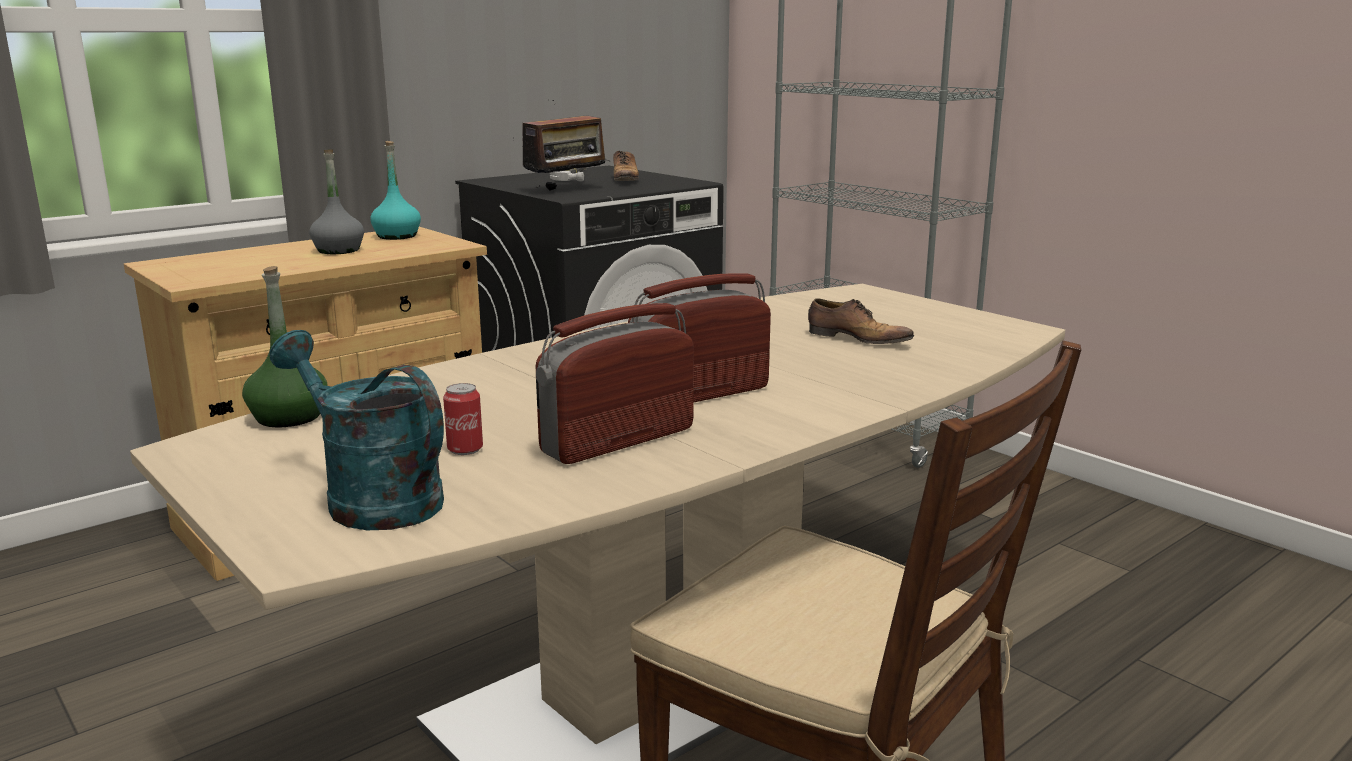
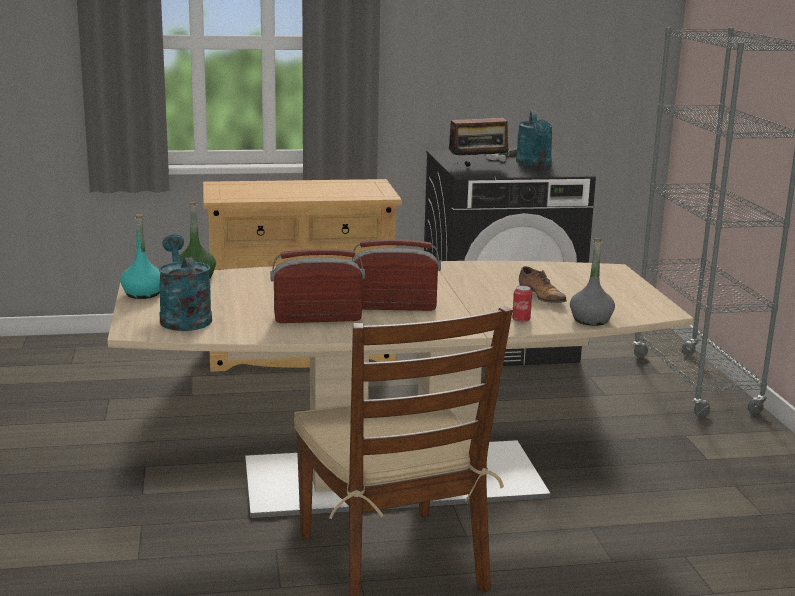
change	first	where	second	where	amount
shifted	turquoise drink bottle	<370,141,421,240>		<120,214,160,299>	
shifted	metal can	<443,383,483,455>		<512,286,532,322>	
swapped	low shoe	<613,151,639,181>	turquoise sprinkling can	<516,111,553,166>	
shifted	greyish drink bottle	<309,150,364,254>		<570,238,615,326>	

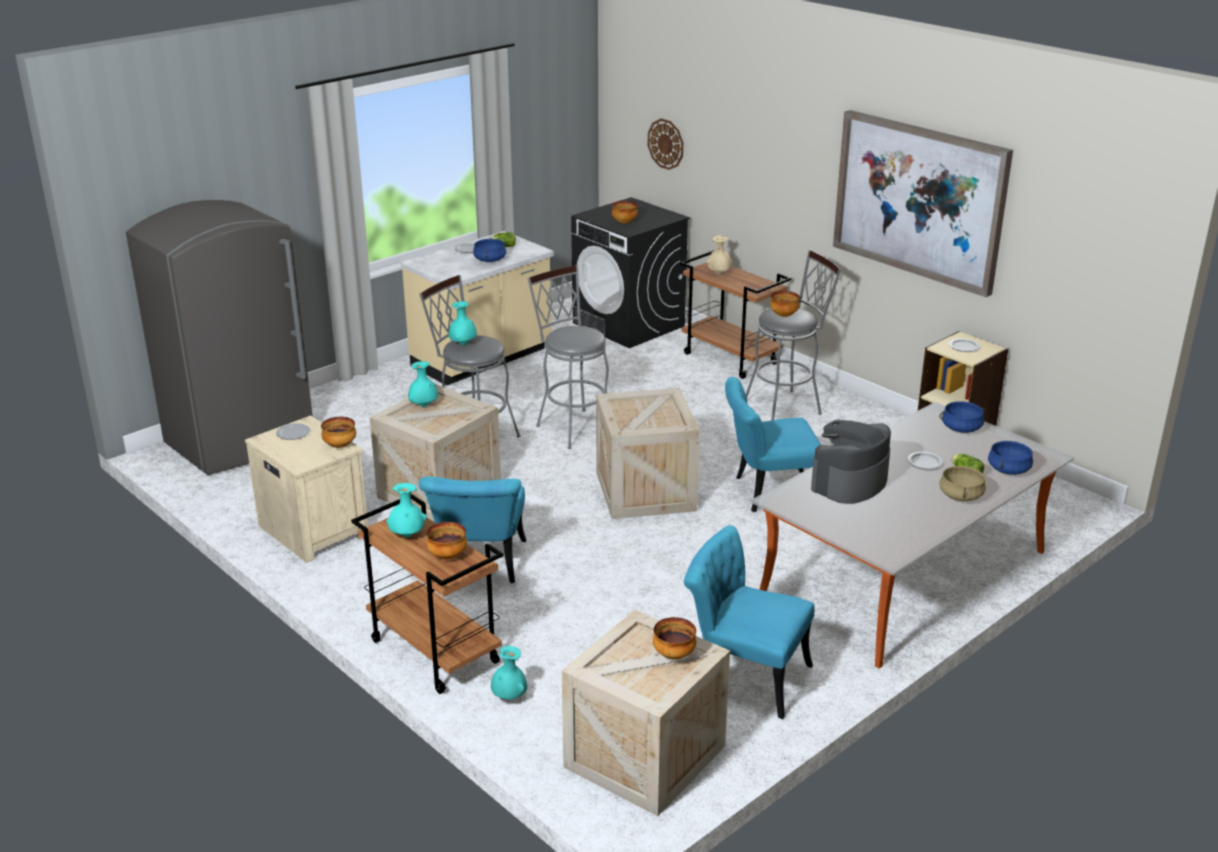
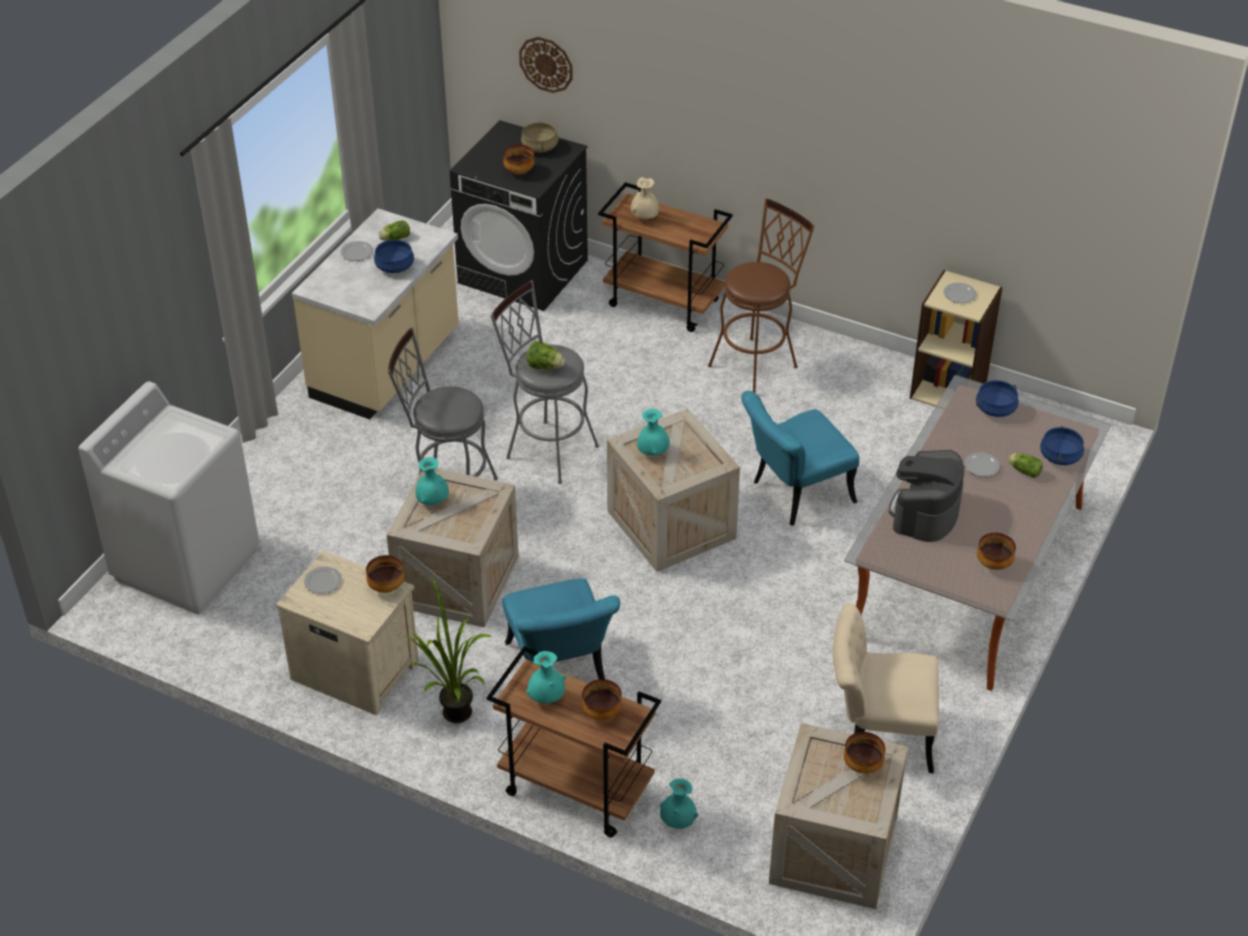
change	first	where	second	where	amount
swapped	greyish refrigerator	<126,200,313,475>	white-coloured washing machine	<79,381,260,614>	
new			potted plant	<403,577,493,723>	
shifted	beige-coloured saucepot	<939,466,986,501>		<521,121,559,153>	
new			lettuce	<527,341,565,369>	
shifted	turquoise flower vase	<449,301,477,345>		<637,409,670,456>	
repainted	greyish stool seat	<746,250,841,421>	brown-coloured stool seat	<708,198,814,393>	
repainted	turquoise chair	<684,525,814,719>	beige-coloured chair	<833,603,939,774>	
shifted	bowl	<770,291,800,317>		<977,533,1016,570>	
gone	picture	<833,110,1013,297>			

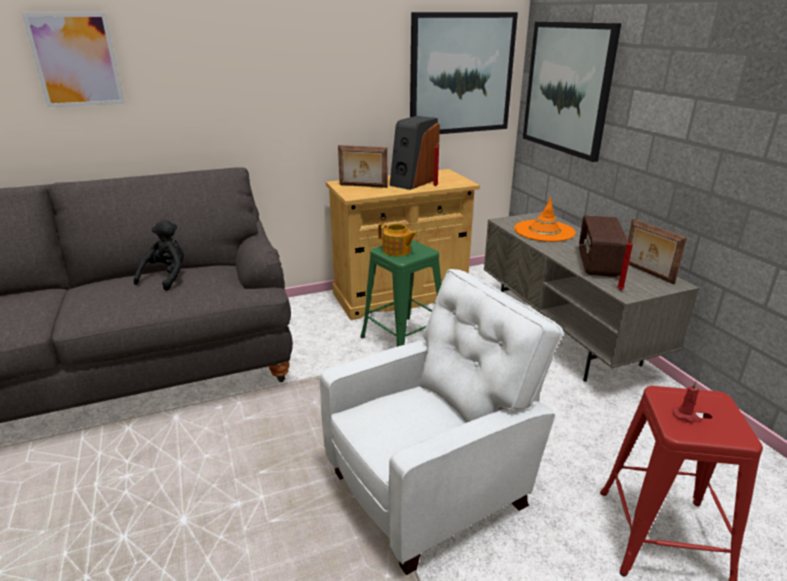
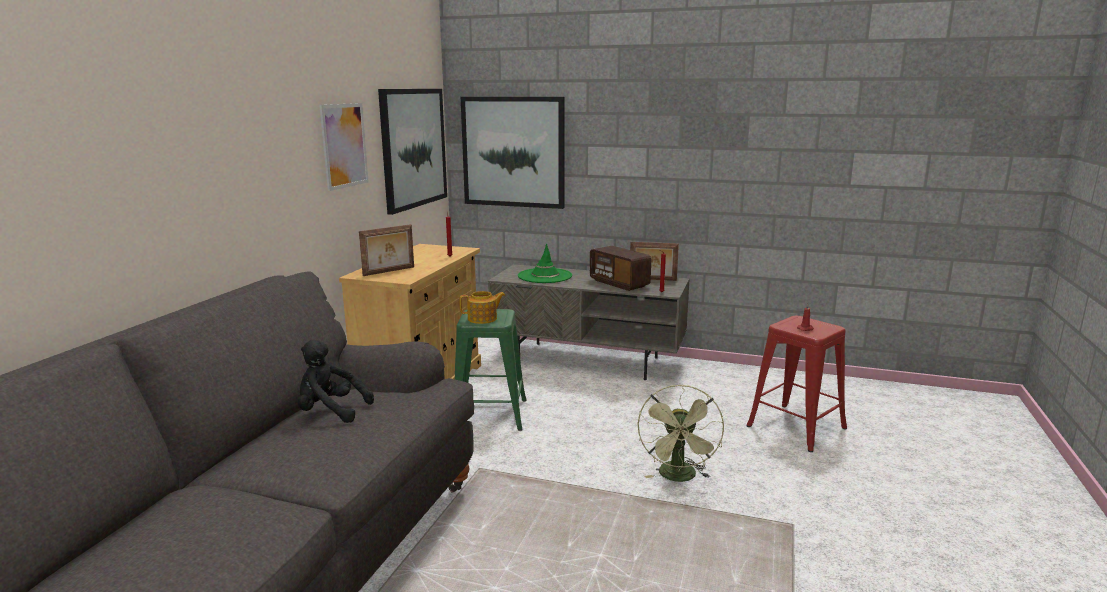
change	first	where	second	where	amount
rotated	black-coloured cuddly toy	<134,220,184,291>		<298,340,374,423>	45 degrees counterclockwise
shifted	picture	<22,13,125,108>		<319,103,369,191>	
repainted	orange hat	<514,197,576,242>	greenish hat	<518,244,572,283>	
swapped	white-coloured lounge chair	<320,269,564,575>	greenish electric fan	<637,384,724,482>	
gone	audio speaker	<389,116,440,190>			

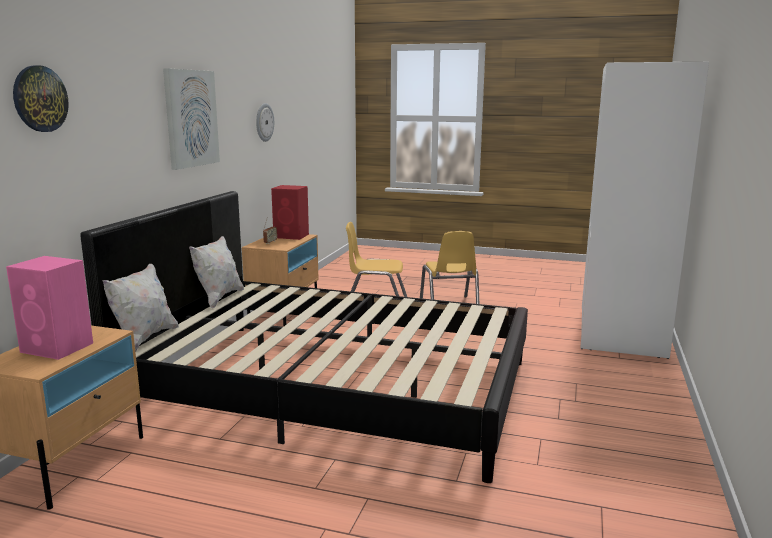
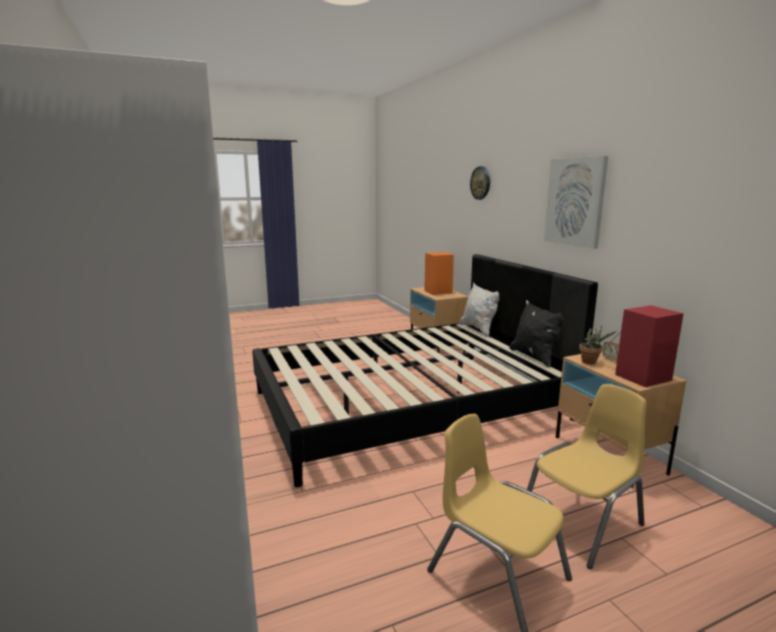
change	first	where	second	where	amount
repainted	pink audio speaker	<6,256,93,360>	orange audio speaker	<424,252,454,295>	
repainted	white-coloured pillow	<189,236,244,308>	black-coloured pillow	<509,300,563,368>	
new			potted plant	<579,325,617,364>	
gone	hanging clock	<256,103,274,142>			

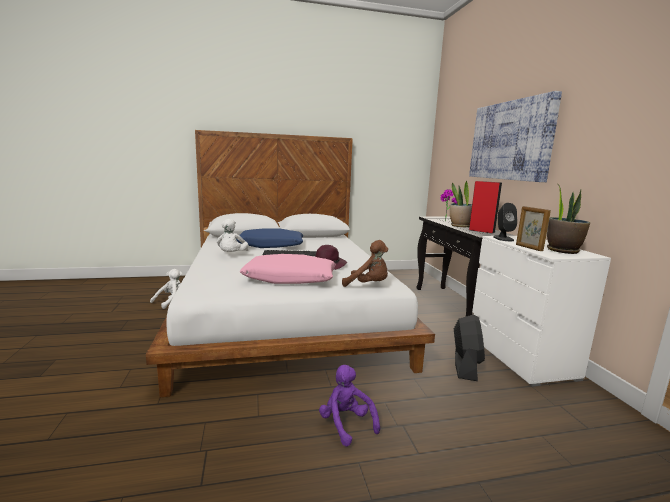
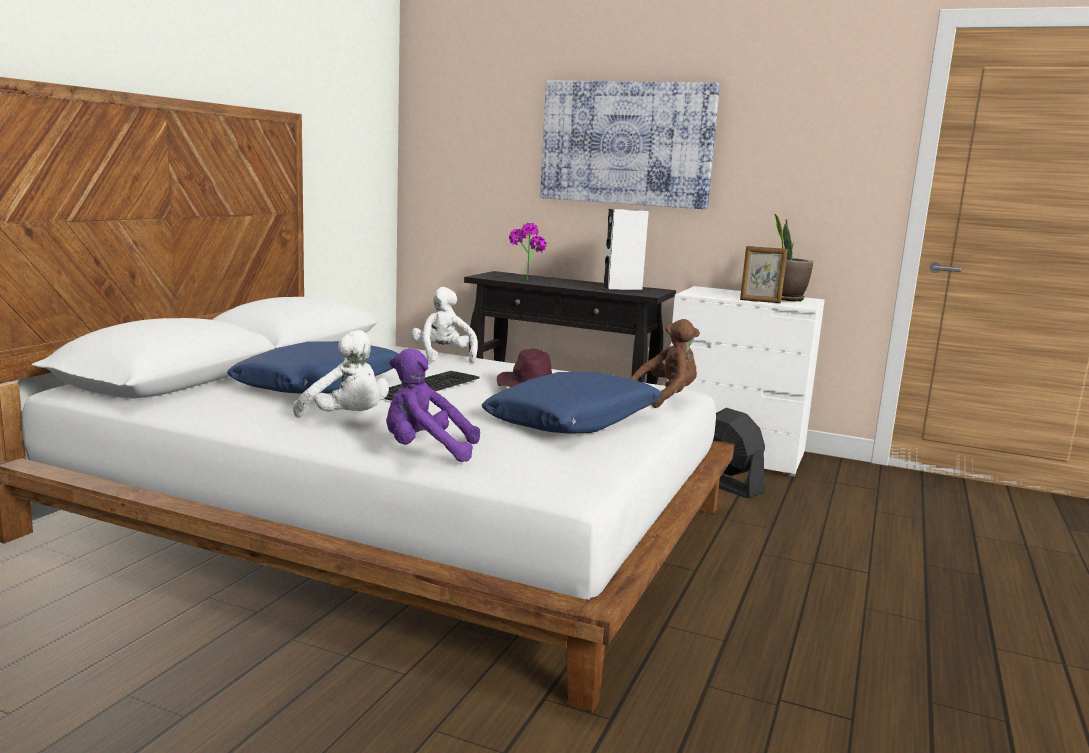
change	first	where	second	where	amount
shifted	purplish cuddly toy	<319,365,380,447>		<386,348,480,462>	
shifted	white-coloured cuddly toy	<150,269,182,309>		<411,287,478,363>	
repainted	pink pillow	<240,254,336,284>	bluish pillow	<482,372,663,434>	
repainted	reddish audio speaker	<469,181,502,234>	white-coloured audio speaker	<603,209,649,290>	
gone	potted plant	<450,181,472,227>			
gone	black-coloured audio speaker	<494,203,517,241>			

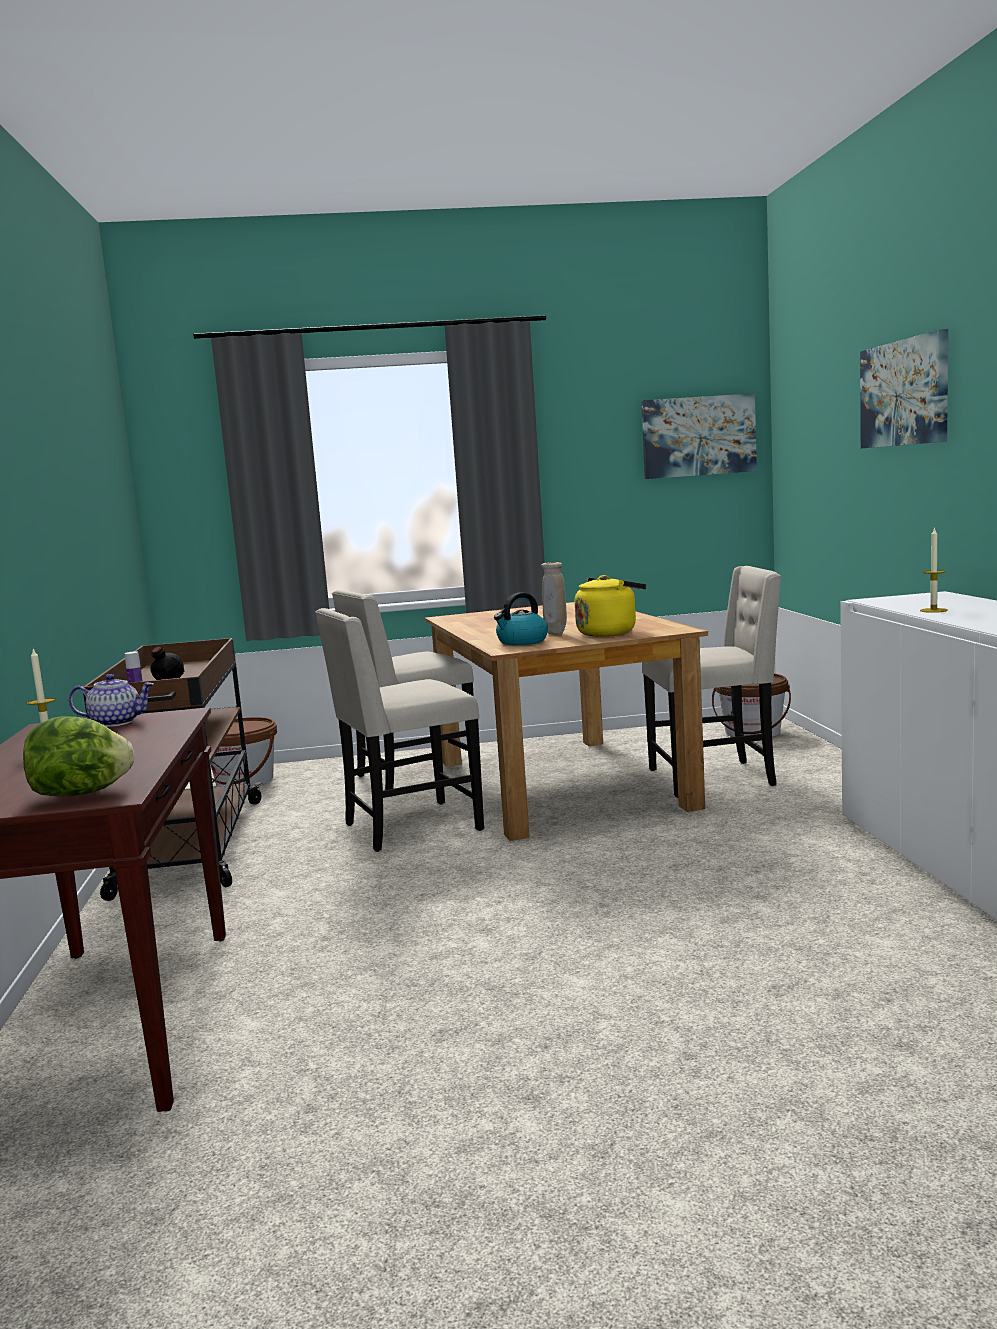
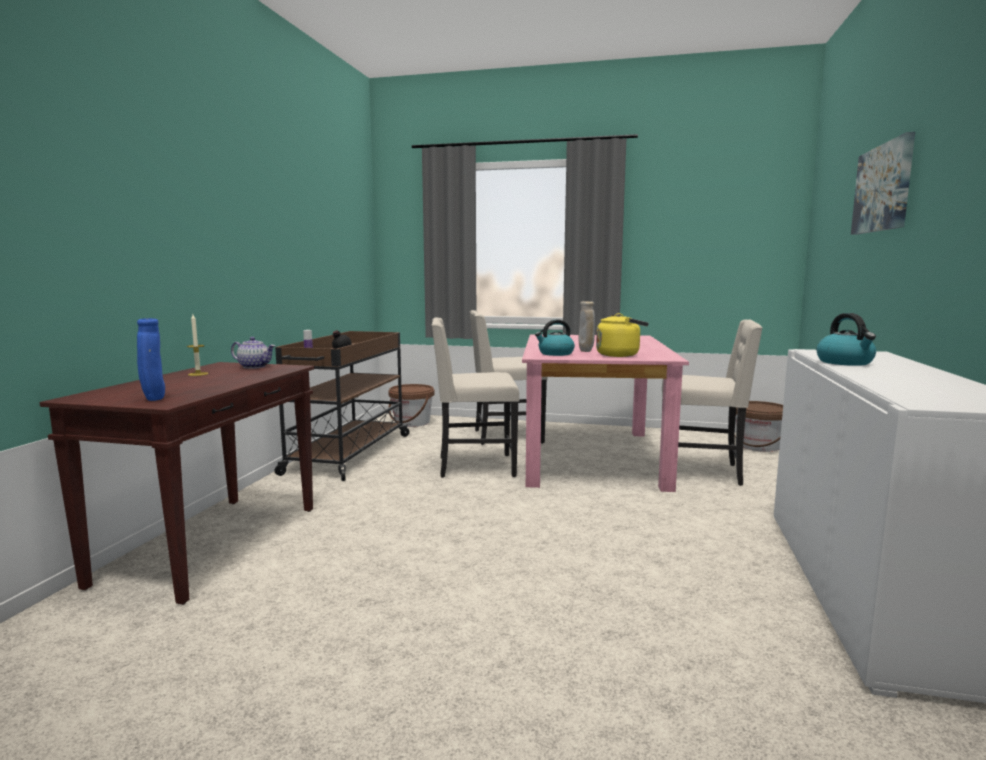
change	first	where	second	where	amount
swapped	lettuce	<23,716,134,796>	bluish flower vase	<137,318,165,401>	
repainted	brown-coloured dining table	<425,602,708,841>	pink dining table	<522,334,689,492>	
swapped	wax candle	<920,527,948,613>	kettle	<817,313,876,366>	
gone	picture	<641,393,757,479>			

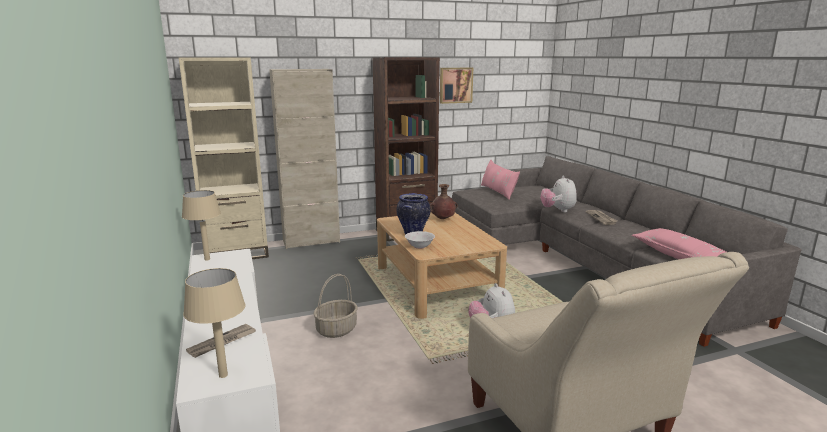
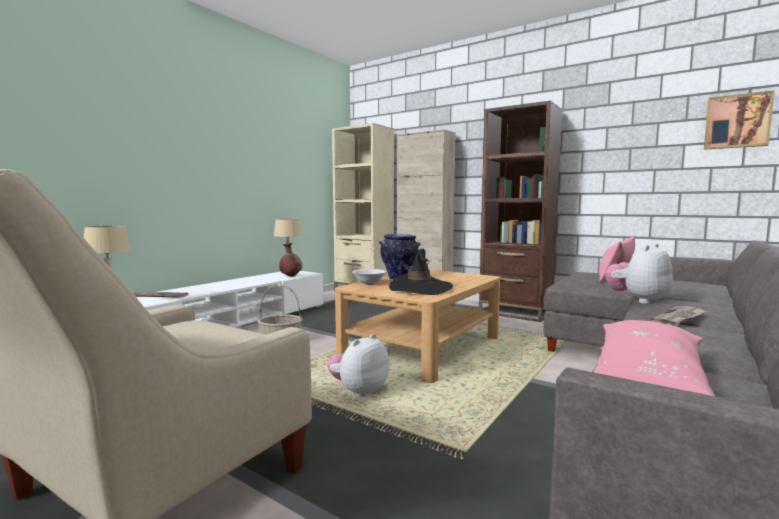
change	first	where	second	where	amount
shifted	brown-coloured flower vase	<430,184,457,219>		<279,243,302,276>	
new			black-coloured hat	<389,248,453,295>	
shifted	picture	<440,68,473,104>		<704,90,775,150>	

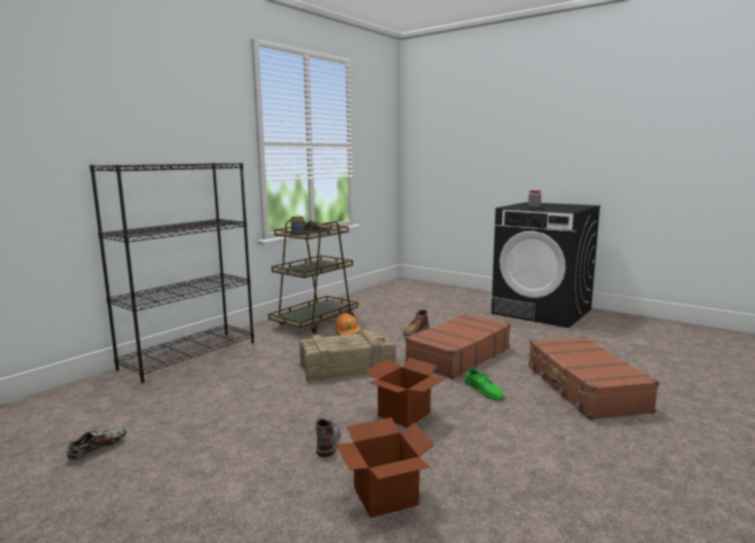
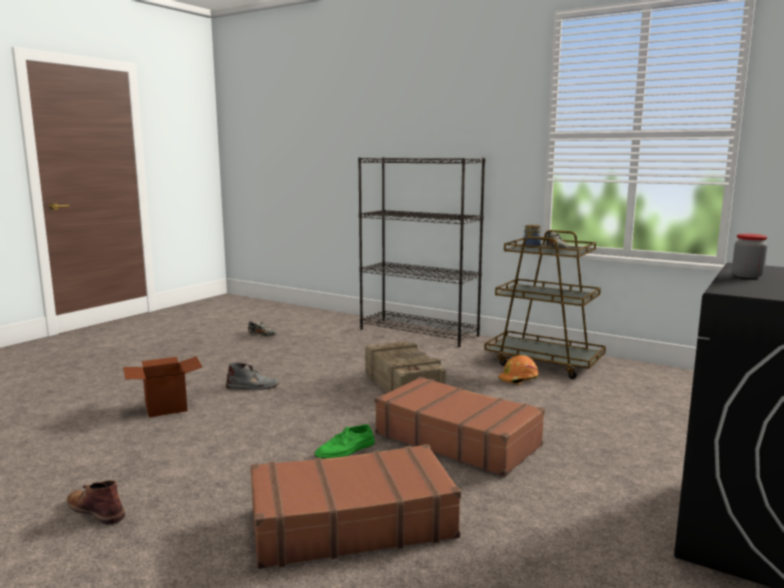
change	first	where	second	where	amount
shifted	brown-coloured high-top boot	<403,310,429,336>		<67,480,125,524>	
gone	packing box	<365,358,446,428>			

